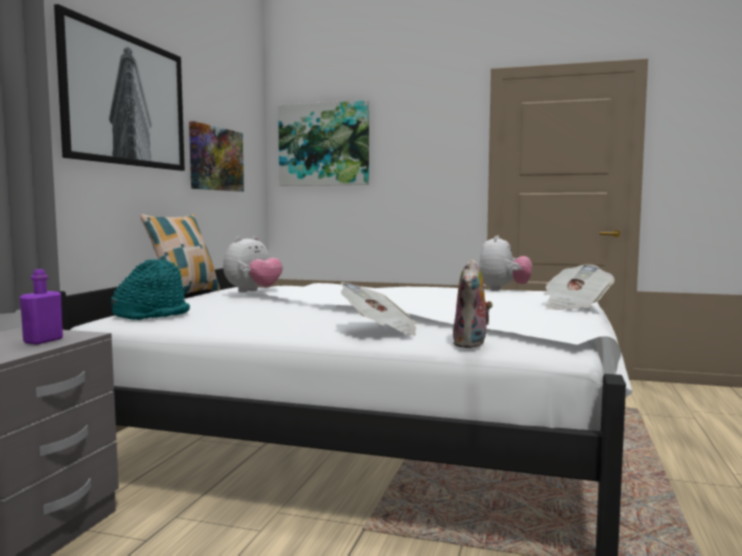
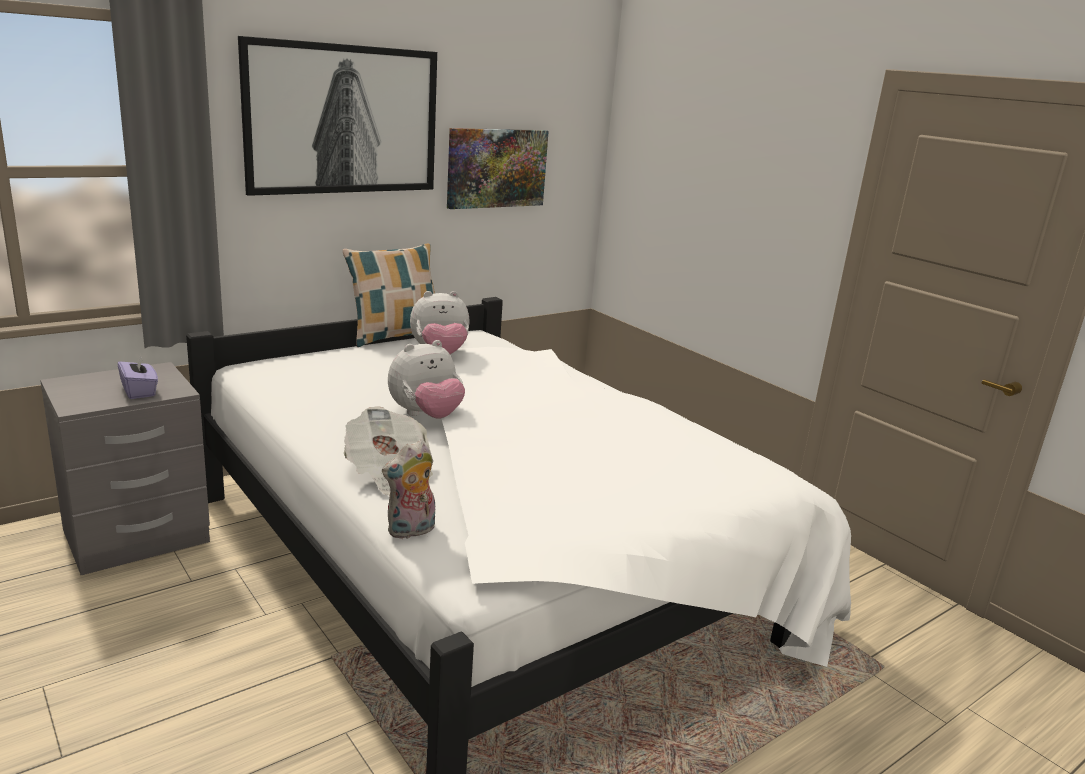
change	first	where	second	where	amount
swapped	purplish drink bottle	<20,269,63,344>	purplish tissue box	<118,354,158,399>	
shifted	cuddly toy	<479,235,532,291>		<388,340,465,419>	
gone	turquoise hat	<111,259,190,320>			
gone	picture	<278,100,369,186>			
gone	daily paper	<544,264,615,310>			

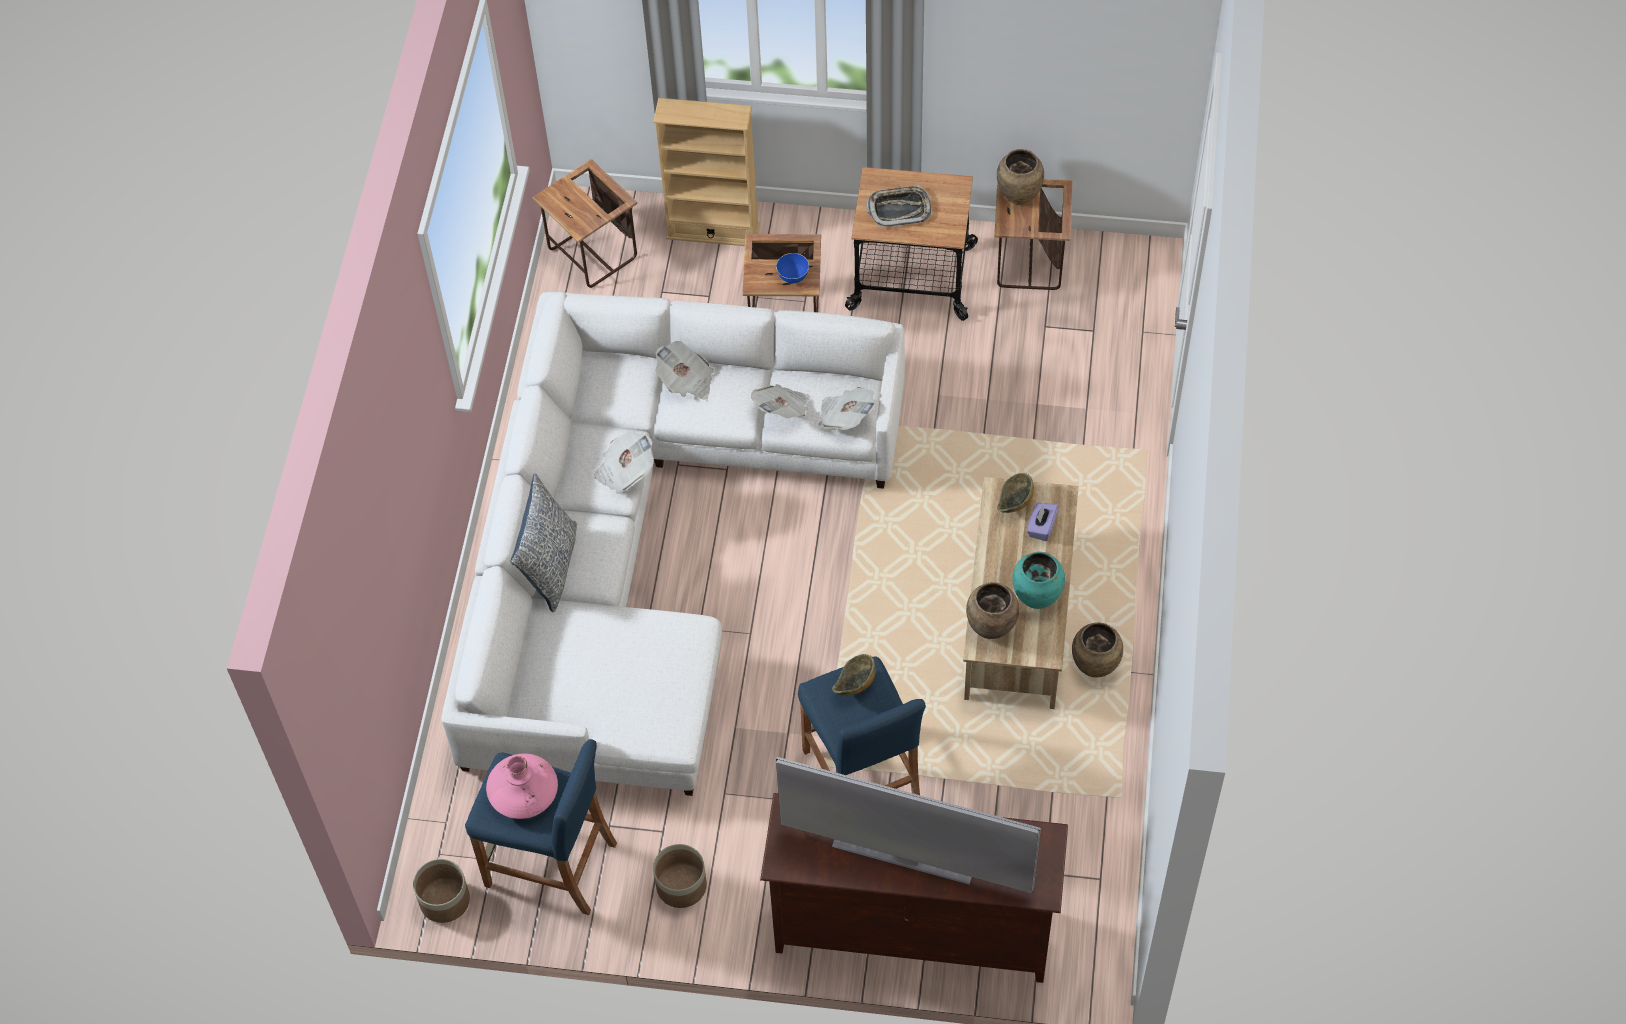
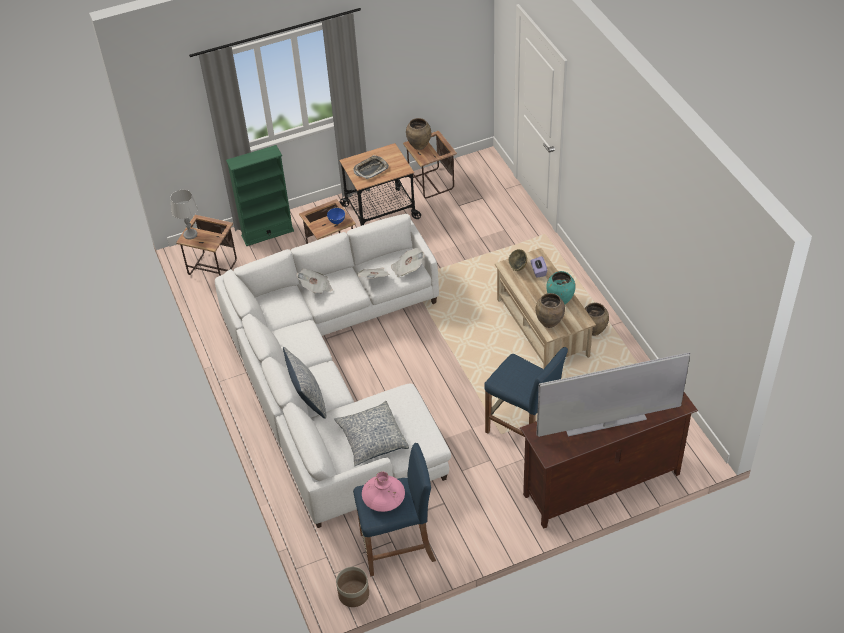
change	first	where	second	where	amount
new			greyish lamp for a table	<170,190,198,239>	
repainted	beige-coloured bookcase	<653,98,760,246>	greenish bookcase	<226,145,294,246>	
new			pillow	<334,401,409,466>	
gone	daily paper	<594,430,654,494>			
gone	plant pot	<653,844,707,908>			
gone	bowl	<832,654,876,695>			

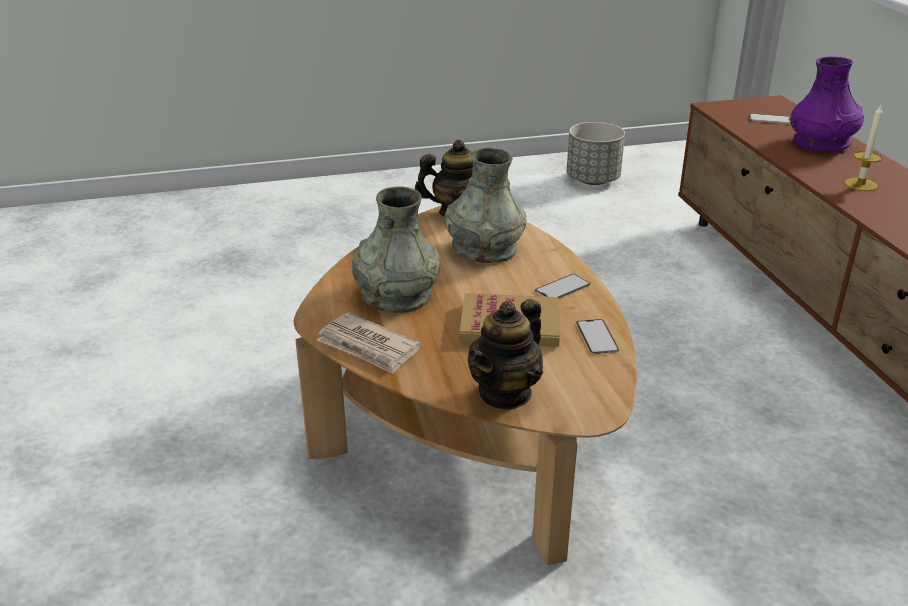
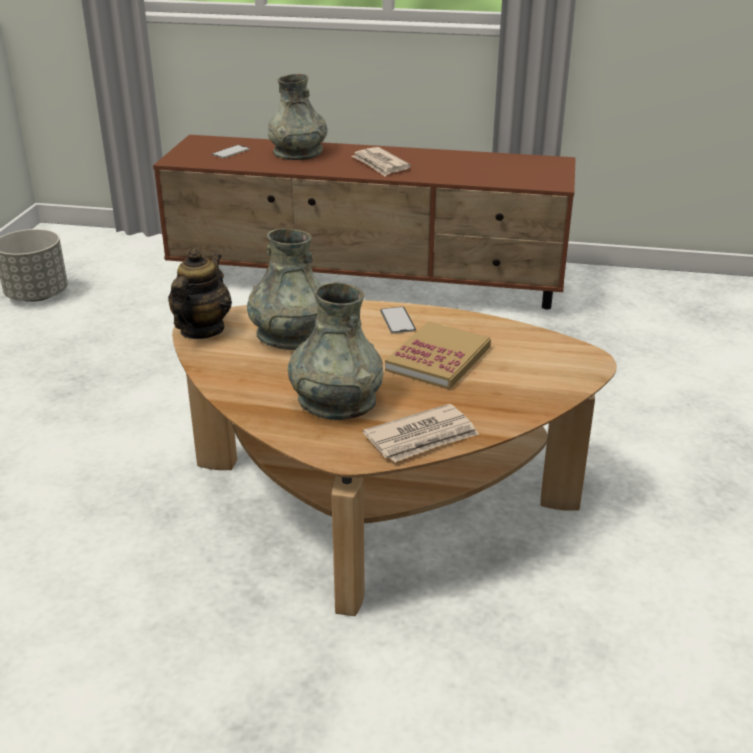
change	first	where	second	where	amount
repainted	purplish flower vase	<790,56,864,152>	greyish flower vase	<268,74,328,160>	
swapped	wax candle	<844,105,883,191>	daily paper	<352,147,411,176>	
gone	teapot	<468,299,543,410>			
gone	handset	<576,319,619,354>			

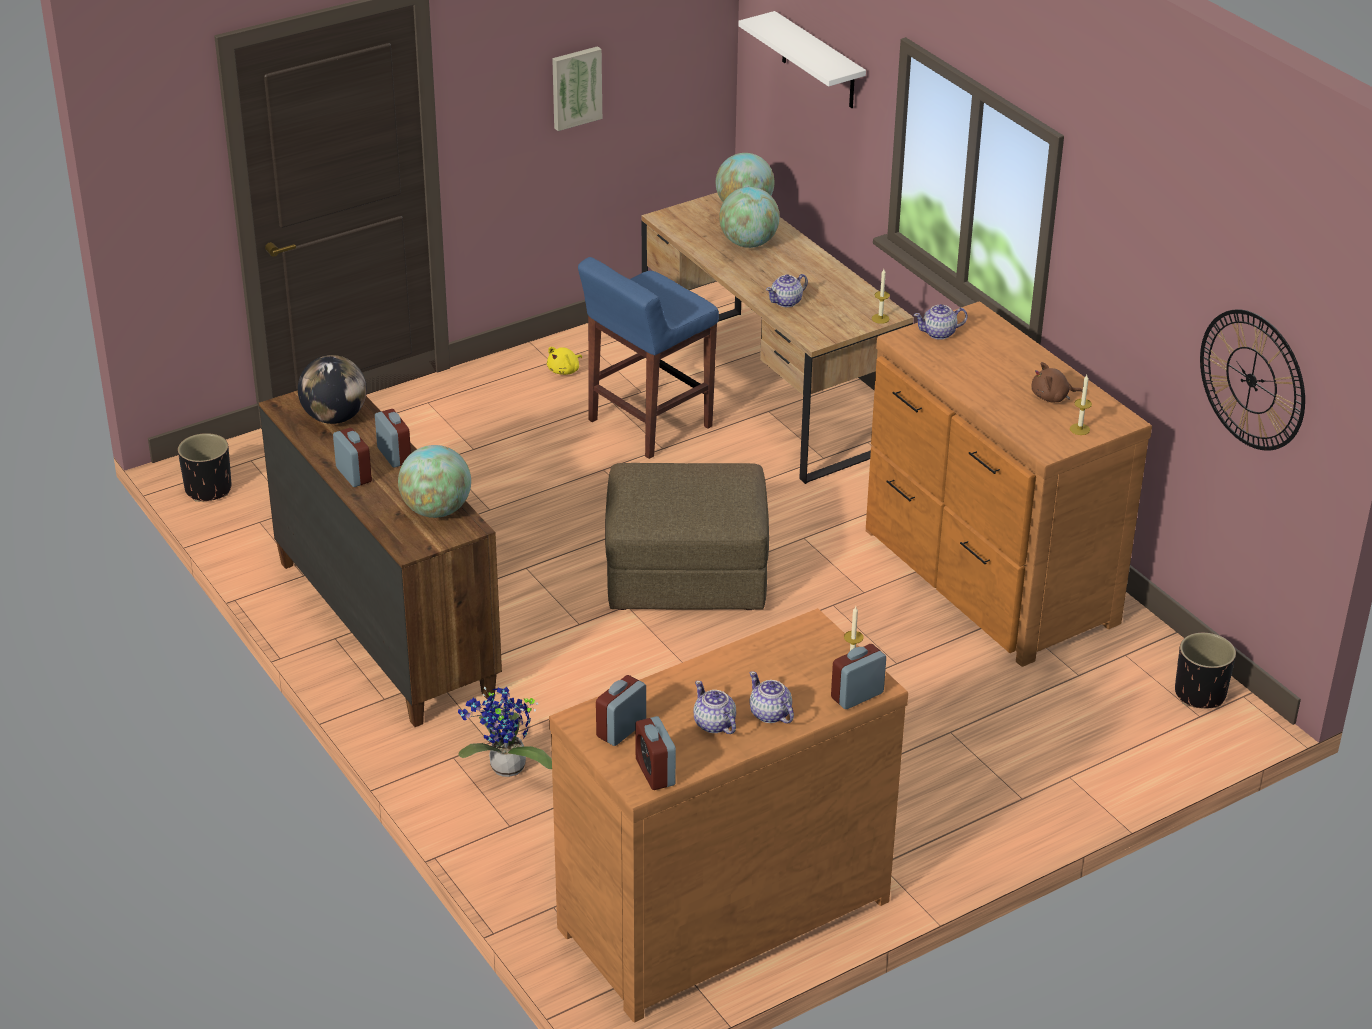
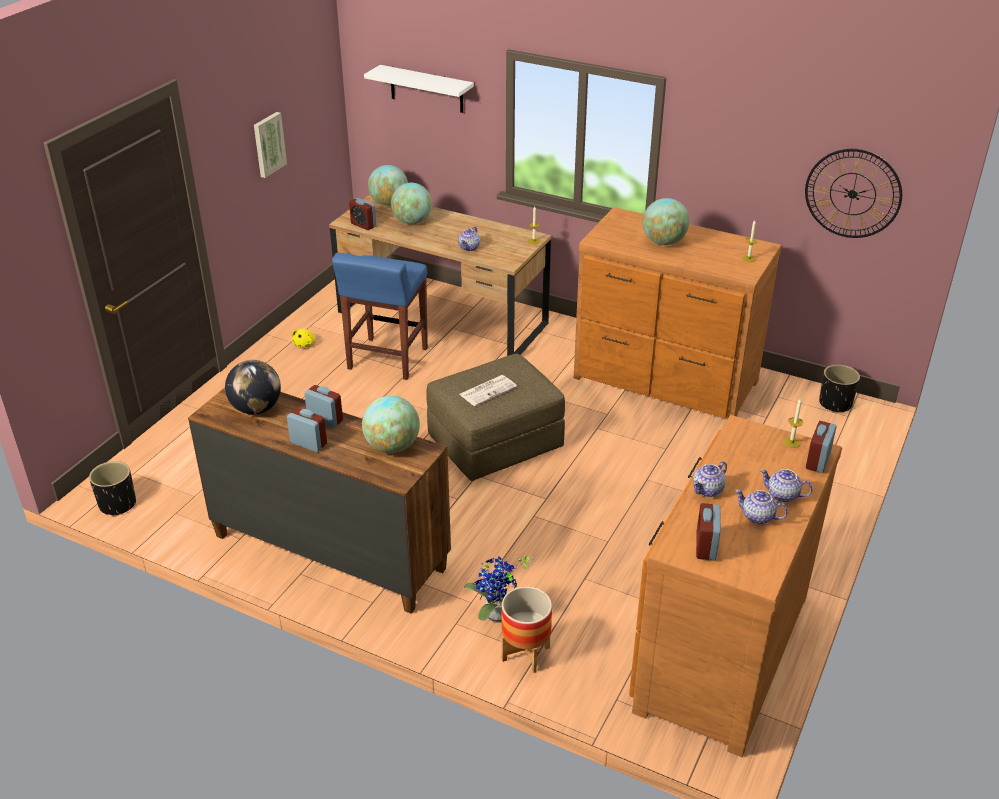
change	first	where	second	where	amount
shifted	bedside clock	<635,716,676,790>		<349,198,376,230>	
new			daily paper	<459,375,517,406>	
new			plant pot	<501,587,552,673>	
new			globe	<643,198,690,245>	
shifted	teapot	<914,304,967,340>		<693,461,727,497>	
gone	brown-coloured cuddly toy	<1032,362,1083,403>			

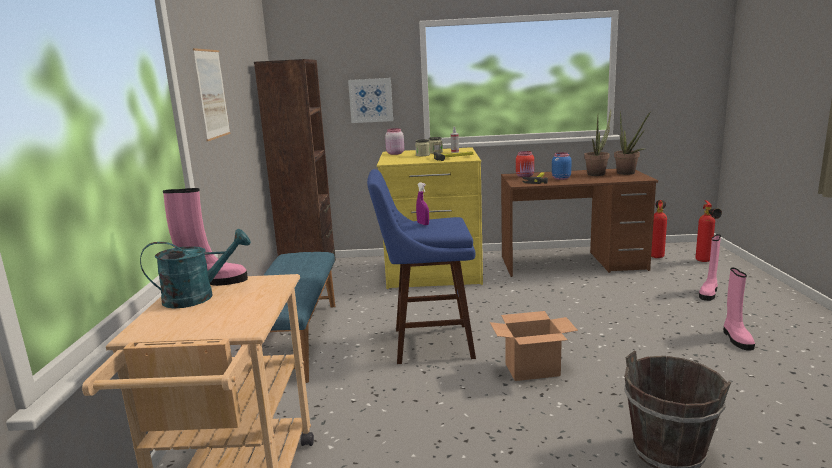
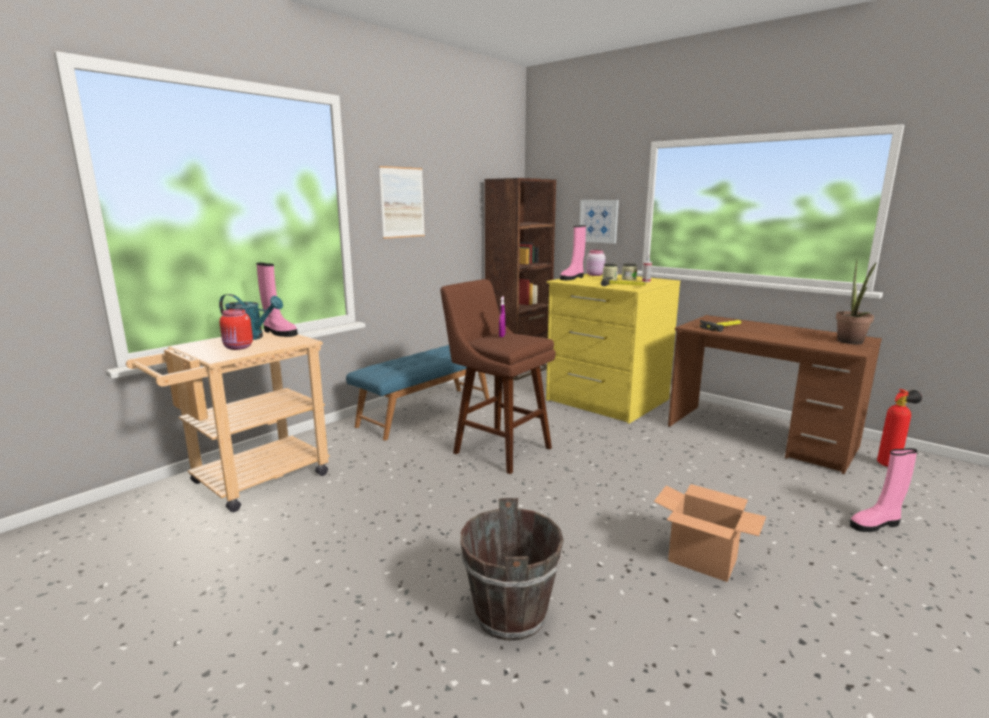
change	first	where	second	where	amount
shifted	reddish storage jar	<516,151,534,177>		<219,309,253,350>	
repainted	bluish stool seat	<367,169,476,364>	brown-coloured stool seat	<440,279,556,474>	
shifted	pink high-top boot	<723,268,755,350>		<560,225,586,280>	
shifted	packing box	<490,311,578,381>		<654,484,766,582>	
gone	bluish storage jar	<552,152,572,180>			
gone	potted plant	<584,110,611,176>			
gone	fire extinguisher	<695,200,722,262>			

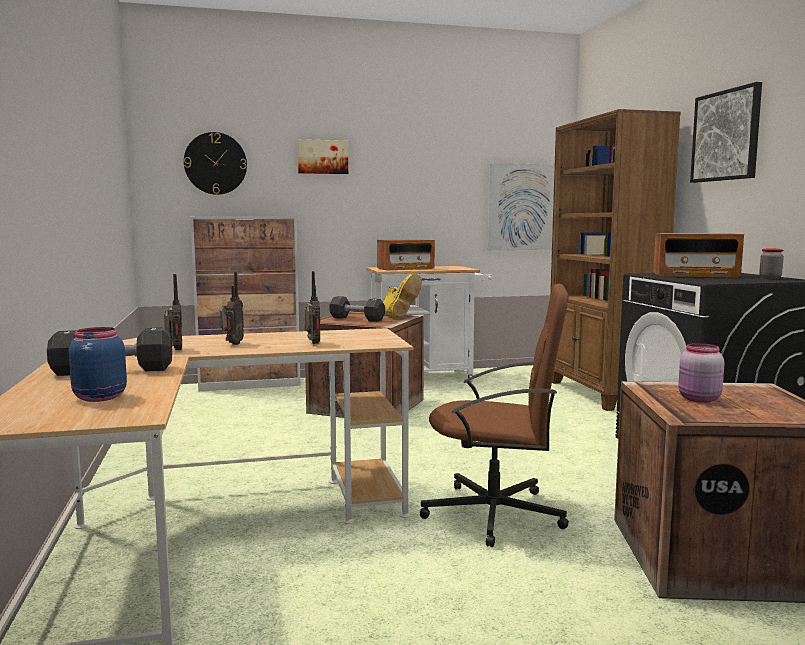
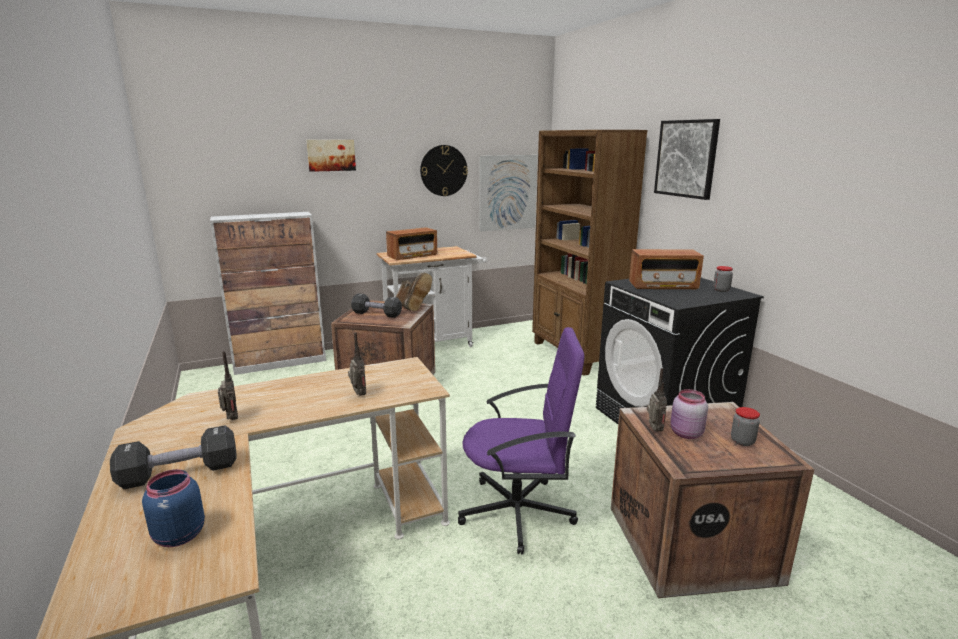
change	first	where	second	where	amount
repainted	yellowish high-top boot	<383,274,422,317>	brown-coloured high-top boot	<396,272,432,311>	
shifted	hanging clock	<184,132,247,195>		<420,145,468,196>	
repainted	brown-coloured office chair	<420,284,569,547>	purplish office chair	<458,327,585,554>	
shifted	radio receiver	<220,272,244,345>		<647,368,667,432>	
new			storage jar	<731,407,760,446>	

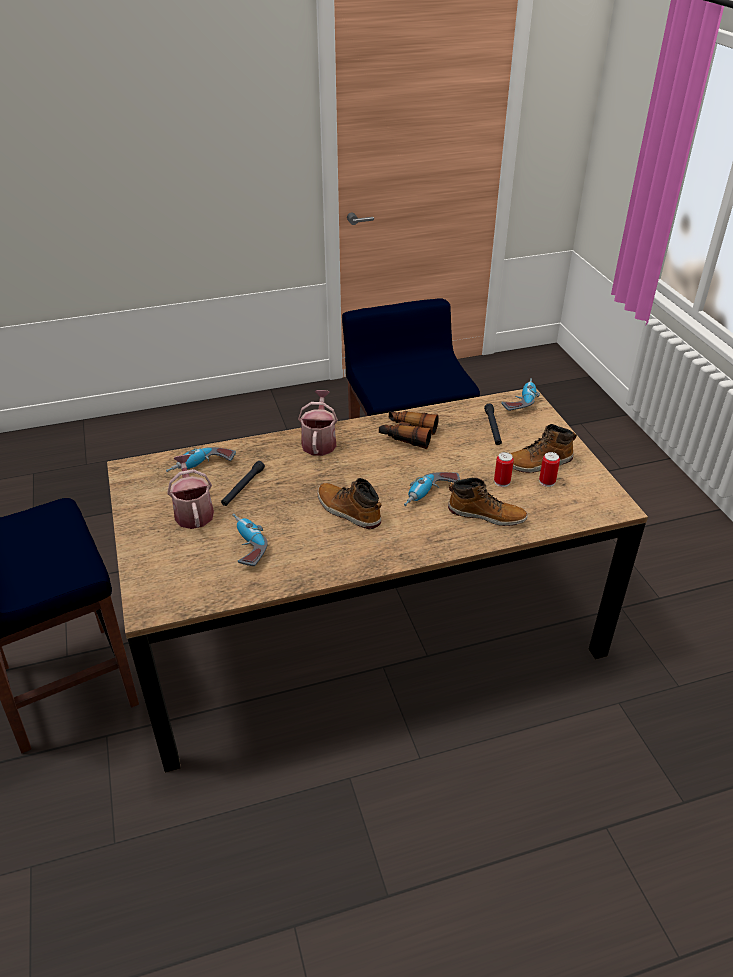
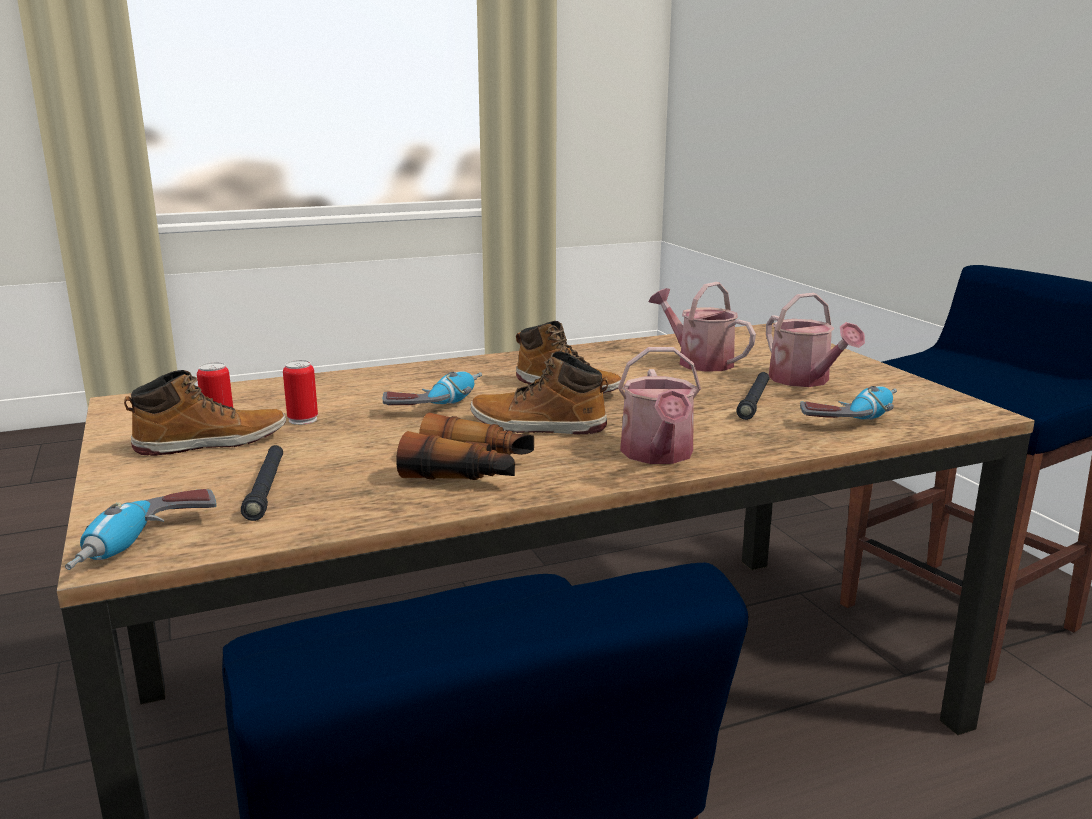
change	first	where	second	where	amount
shifted	high-top boot	<448,478,528,526>		<470,351,609,435>	
swapped	electric drill	<232,513,268,566>	sprinkling can	<649,282,756,372>	

